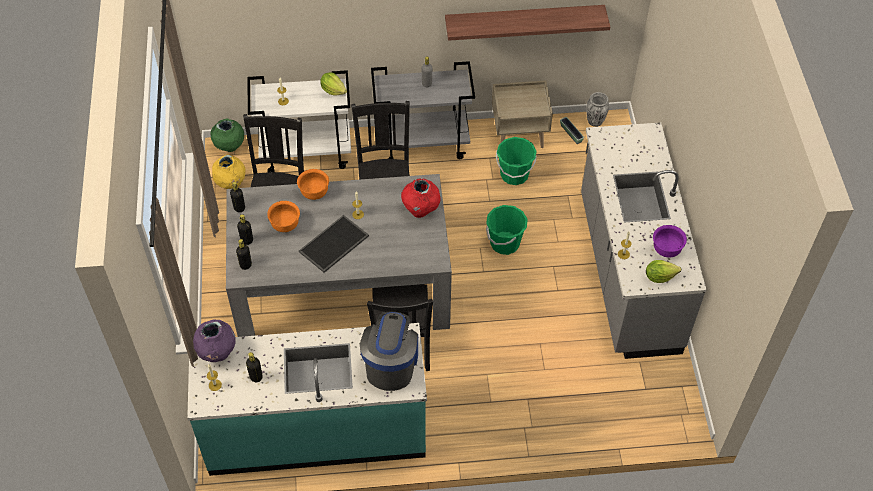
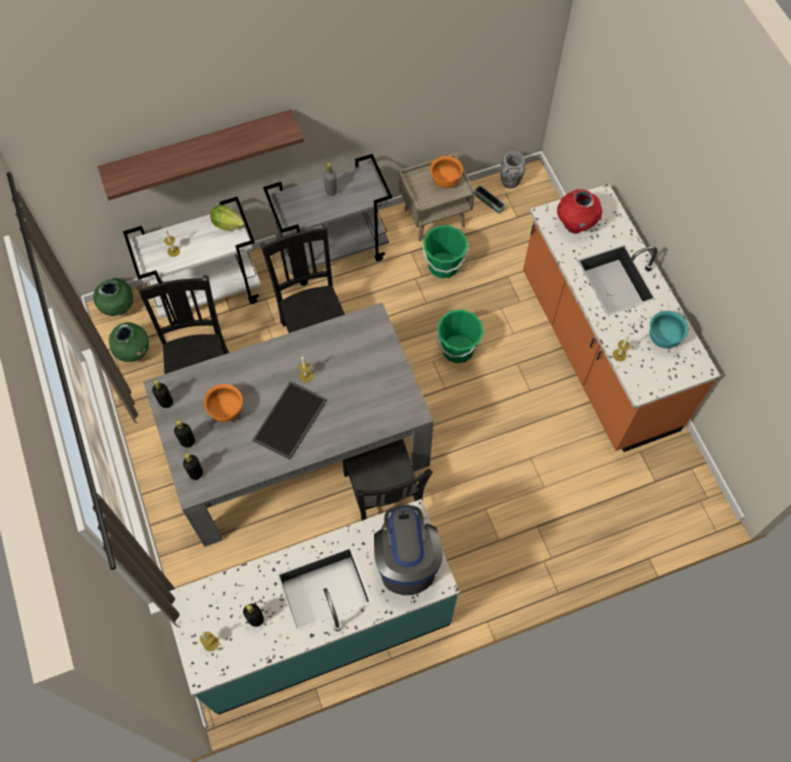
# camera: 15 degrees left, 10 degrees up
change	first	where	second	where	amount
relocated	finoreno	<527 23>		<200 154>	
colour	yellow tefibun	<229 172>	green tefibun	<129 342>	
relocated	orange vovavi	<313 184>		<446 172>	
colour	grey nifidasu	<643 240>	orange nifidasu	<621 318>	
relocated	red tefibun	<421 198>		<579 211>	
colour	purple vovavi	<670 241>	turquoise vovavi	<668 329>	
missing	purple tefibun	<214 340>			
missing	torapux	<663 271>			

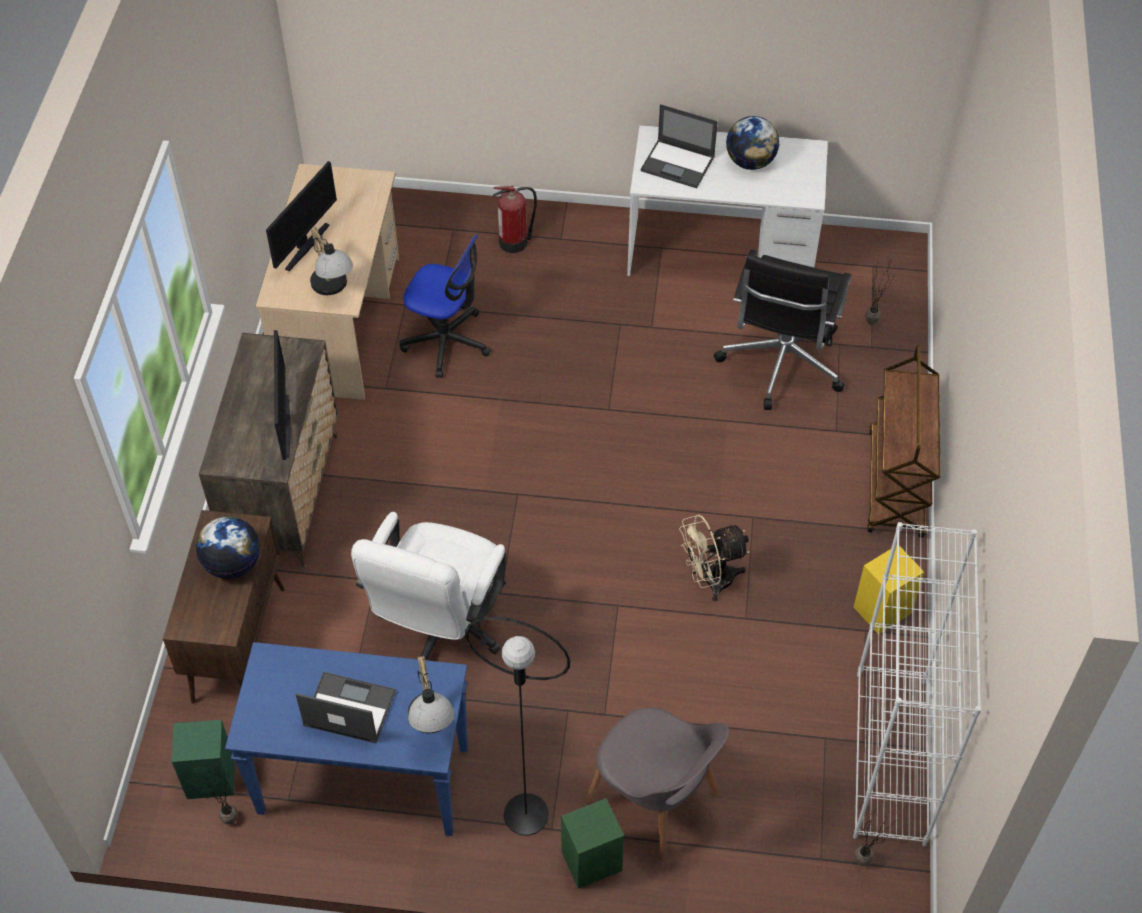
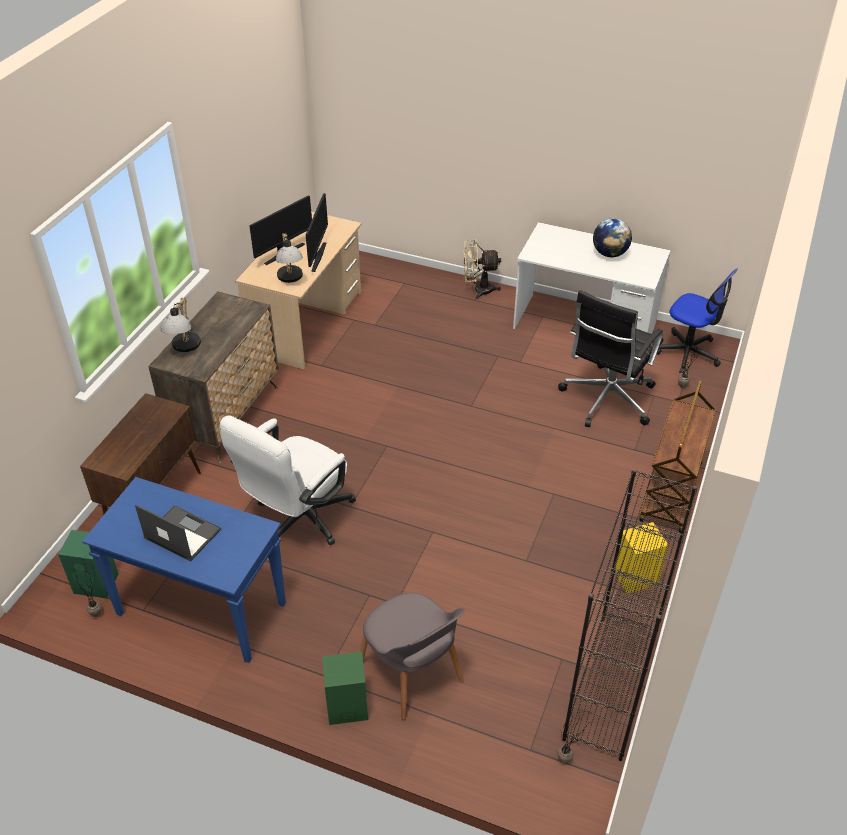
# camera: 15 degrees right, 10 degrees down
change	first	where	second	where	amount
relocated	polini	<431 695>		<181 325>	
relocated	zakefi	<282 395>		<317 232>	
relocated	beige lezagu	<714 557>		<482 269>	
colour	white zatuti	<917 684>	black zatuti	<630 615>	
relocated	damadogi	<445 306>		<697 321>	
missing	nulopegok	<228 547>			
missing	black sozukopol	<517 726>			
missing	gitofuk	<515 219>			
missing	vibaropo	<679 146>			

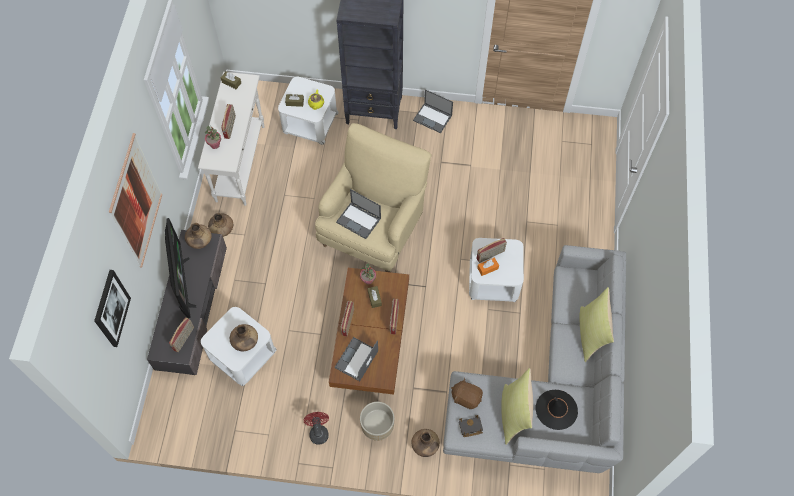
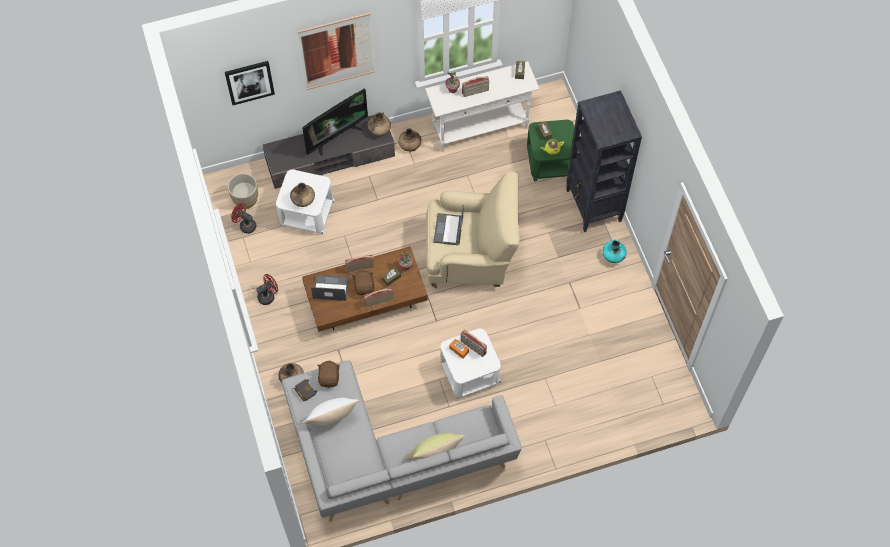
# camera: 65 degrees right, 0 degrees up
change	first	where	second	where	amount
relocated	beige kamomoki	<377 421>		<243 191>	
appeared			red lezagu	<243 218>	
colour	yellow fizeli	<517 406>	white fizeli	<330 412>	
appeared			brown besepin	<363 282>	
colour	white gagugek	<308 111>	green gagugek	<552 150>	
exchanged	vibaropo	<433 111>	turquoise tefibun	<615 251>	
missing	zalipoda	<181 334>			
missing	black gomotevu	<556 410>			

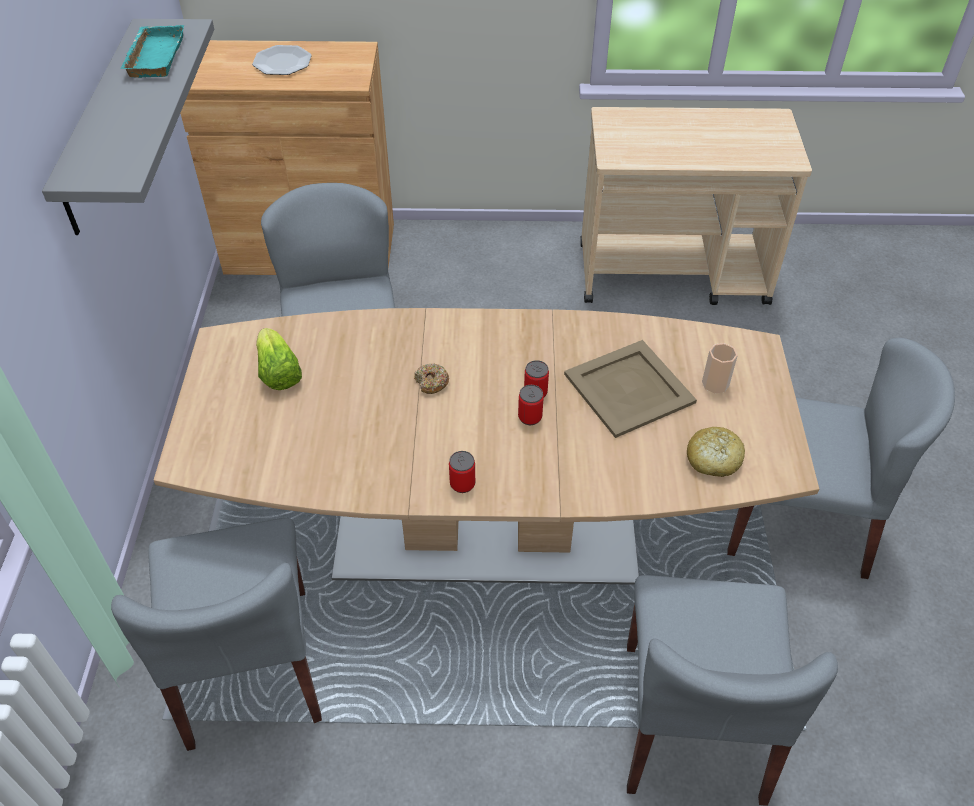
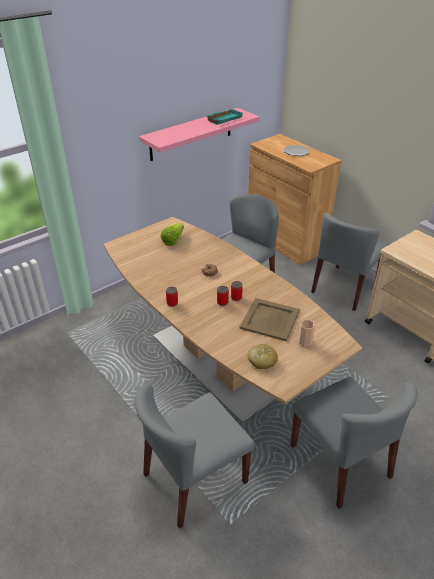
# camera: 50 degrees right, 10 degrees down
change	first	where	second	where	amount
colour	grey finoreno	<128 127>	pink finoreno	<199 134>	
relocated	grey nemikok	<216 634>		<350 262>	

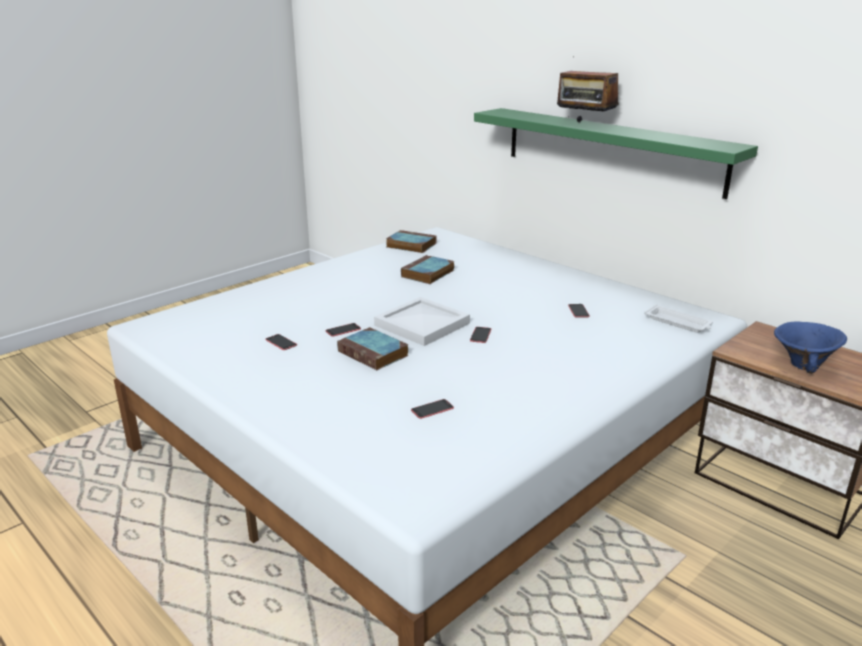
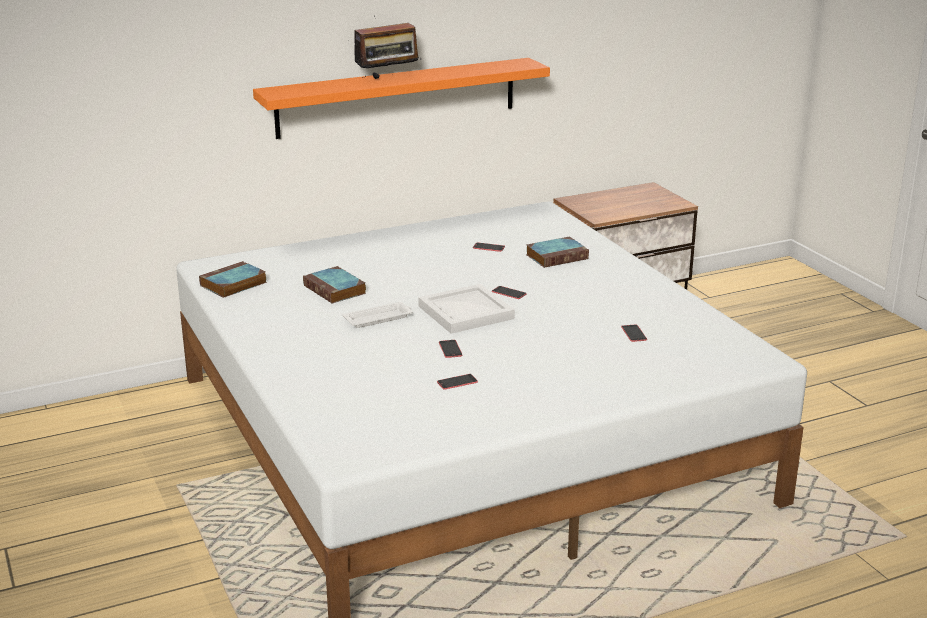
# camera: 70 degrees left, 0 degrees up
change	first	where	second	where	amount
colour	green finoreno	<616 153>	orange finoreno	<401 98>	
relocated	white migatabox	<678 318>		<377 315>	
relocated	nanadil	<373 348>		<557 252>	
missing	blue vovavi	<810 348>			

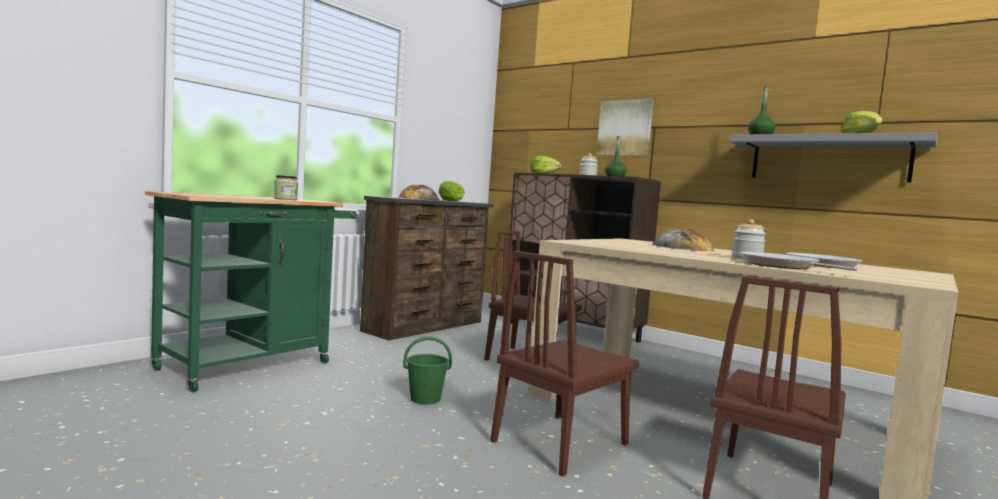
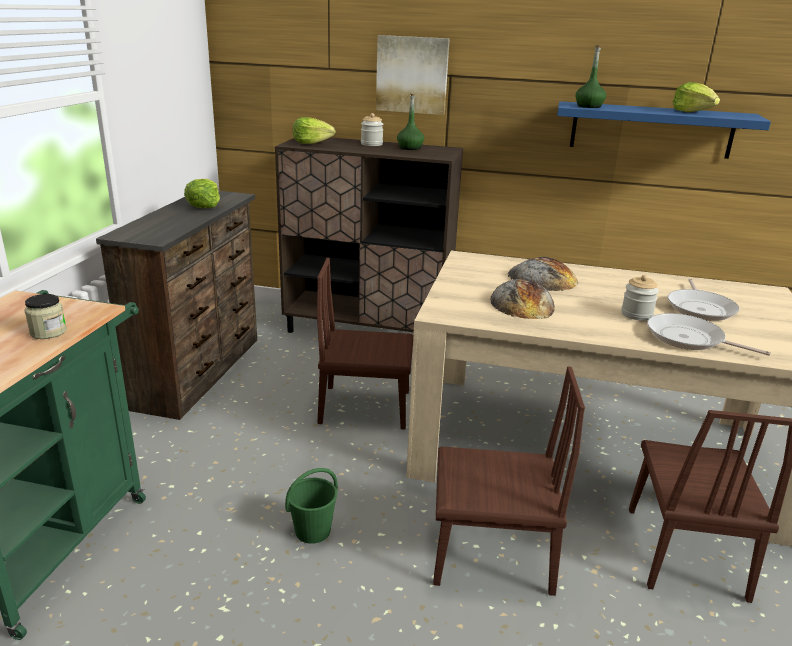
# camera: 25 degrees left, 20 degrees up
change	first	where	second	where	amount
spun	brown nemikok	<564 363>		<509 481>	105 degrees counterclockwise
relocated	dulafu	<418 192>		<522 299>	
colour	grey finoreno	<833 157>	blue finoreno	<664 130>	

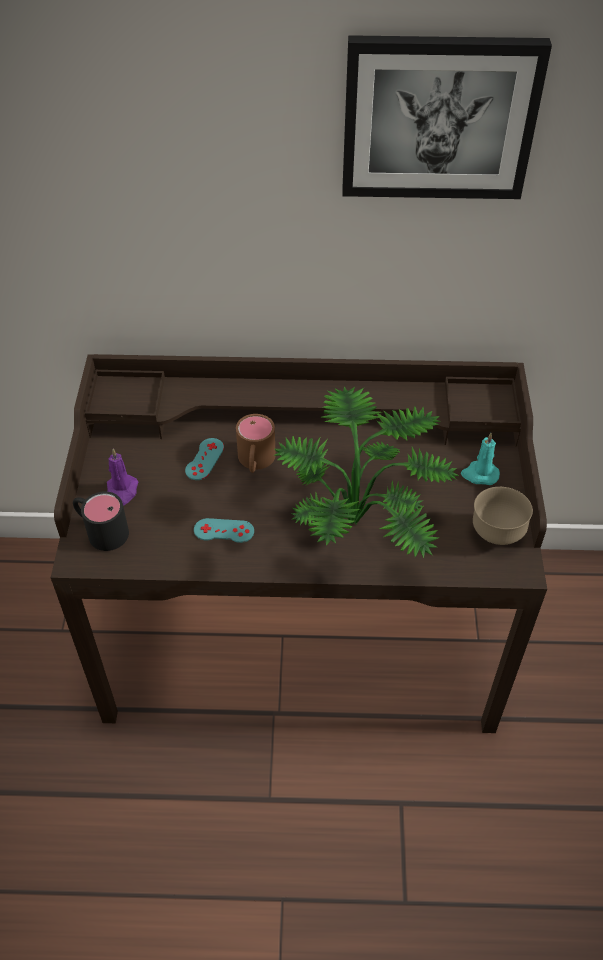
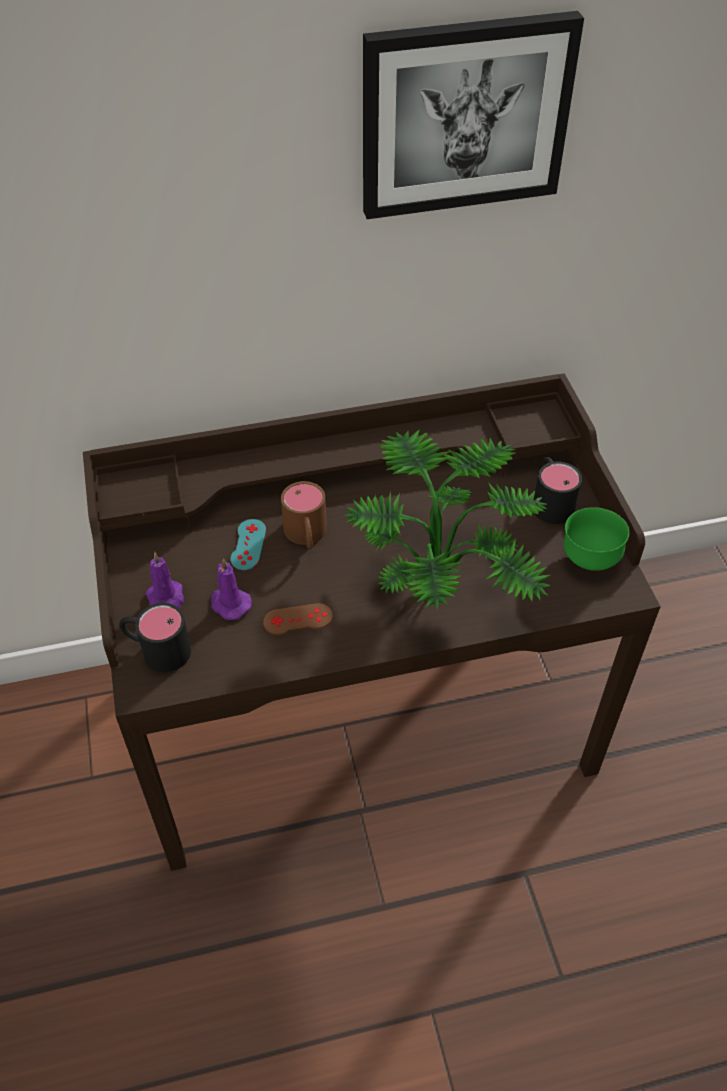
# camera: 15 degrees left, 0 degrees up
change	first	where	second	where	amount
appeared			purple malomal	<231 589>	
colour	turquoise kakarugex	<224 530>	brown kakarugex	<298 619>	
exchanged	turquoise malomal	<480 459>	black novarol	<558 490>	
colour	brown vovavi	<503 516>	green vovavi	<596 539>	

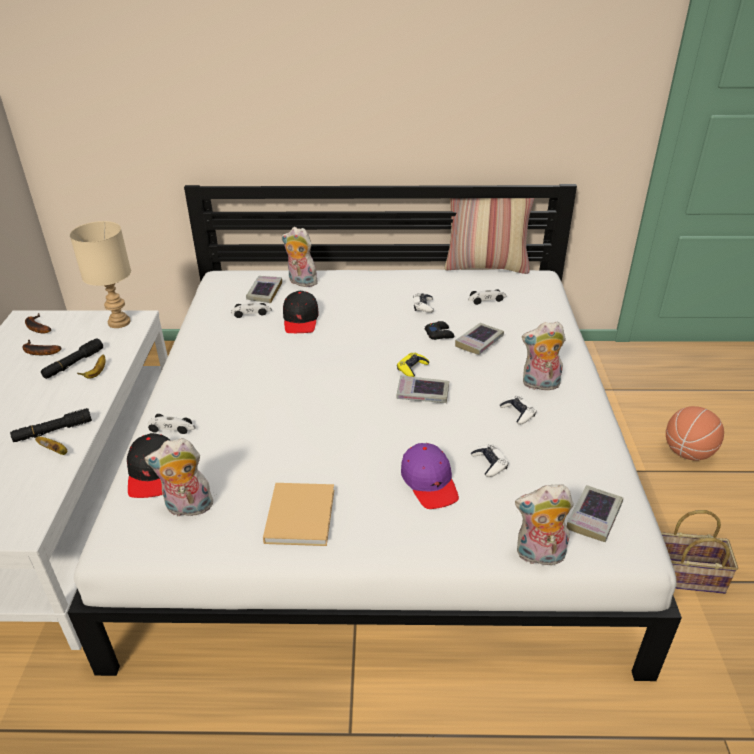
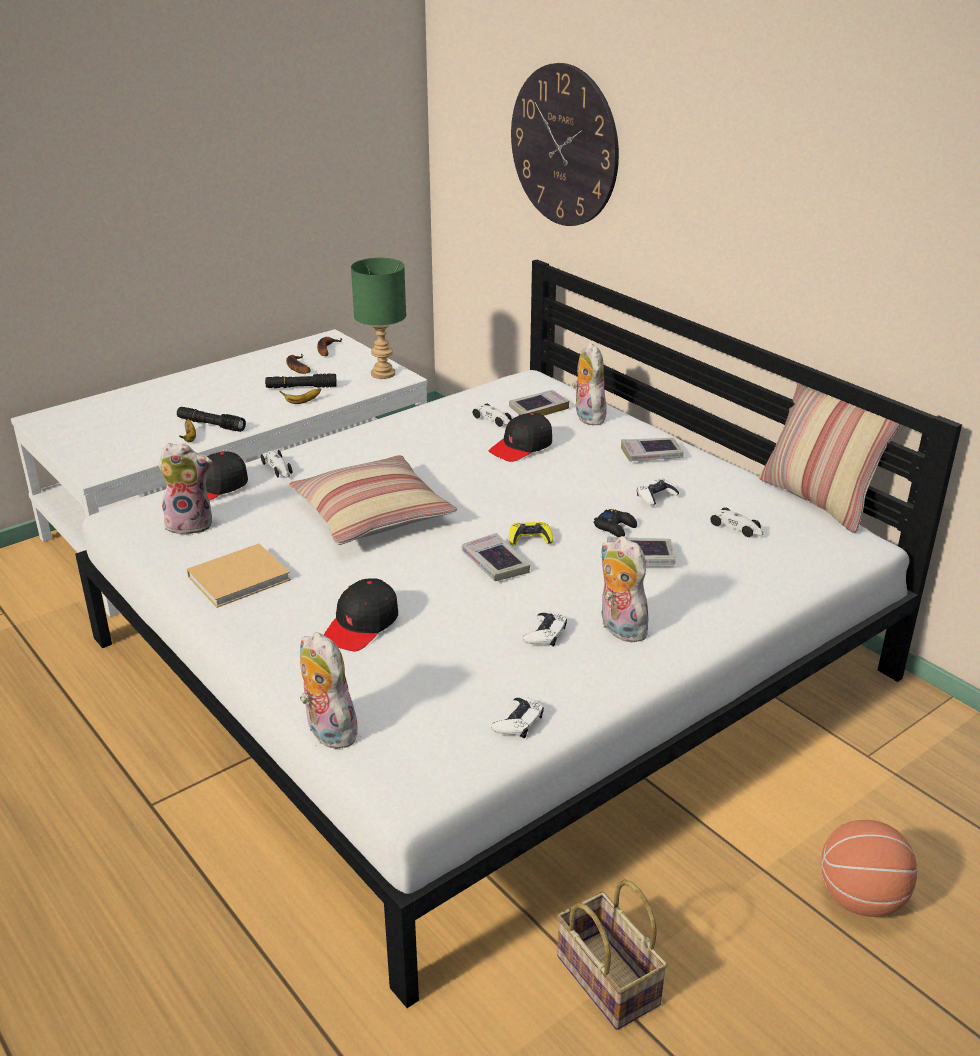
# camera: 50 degrees right, 5 degrees down
change	first	where	second	where	amount
spun	besepin	<179 477>		<185 489>	135 degrees clockwise
appeared			fizeli	<372 500>	
colour	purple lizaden	<430 476>	black lizaden	<361 614>	
colour	beige polini	<100 274>	green polini	<378 318>	
relocated	white kakarugex	<489 460>		<517 717>	
appeared			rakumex	<565 144>	
relocated	nanadil	<595 513>		<652 449>	

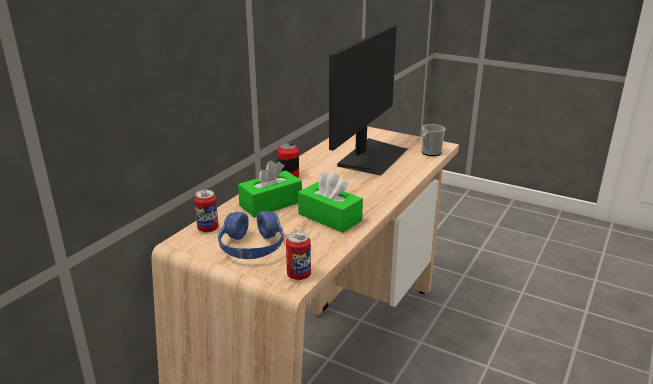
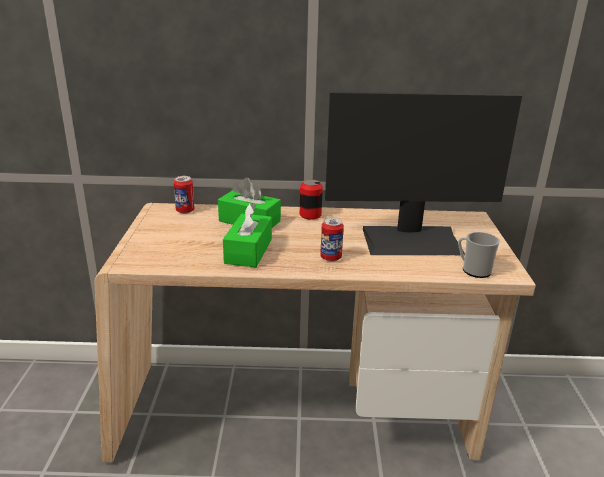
# camera: 60 degrees right, 0 degrees up
change	first	where	second	where	amount
relocated	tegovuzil	<298 255>		<332 239>	
missing	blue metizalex	<251 235>			

